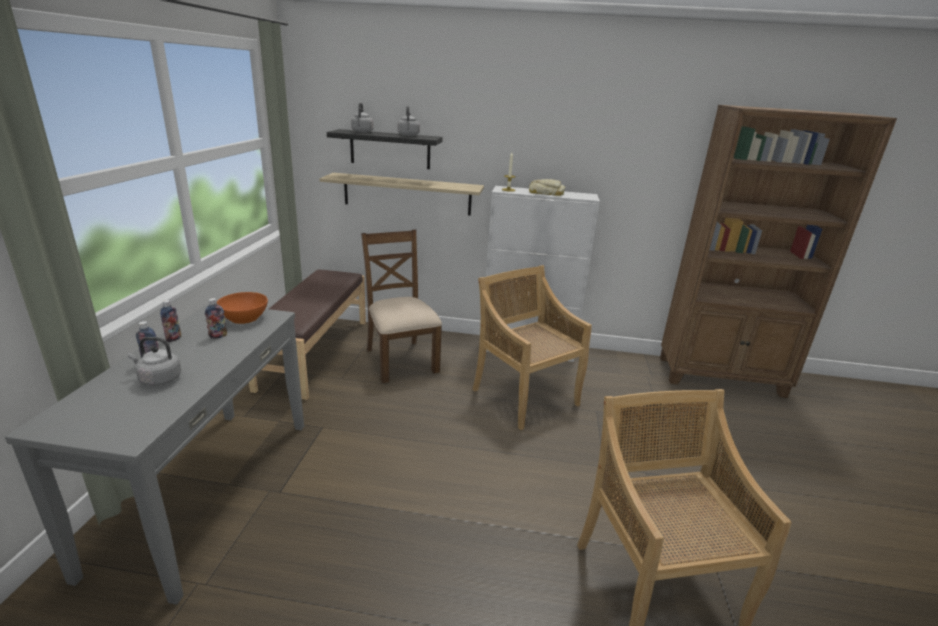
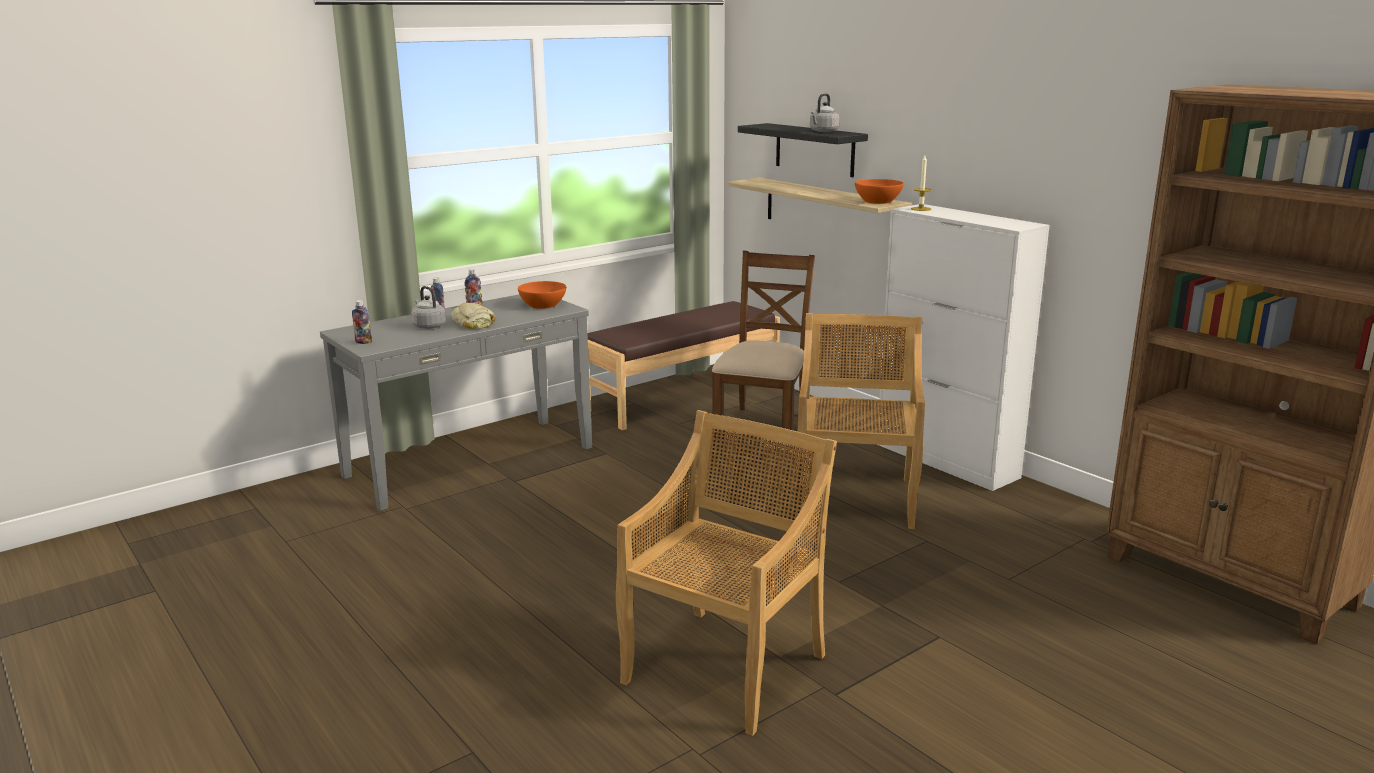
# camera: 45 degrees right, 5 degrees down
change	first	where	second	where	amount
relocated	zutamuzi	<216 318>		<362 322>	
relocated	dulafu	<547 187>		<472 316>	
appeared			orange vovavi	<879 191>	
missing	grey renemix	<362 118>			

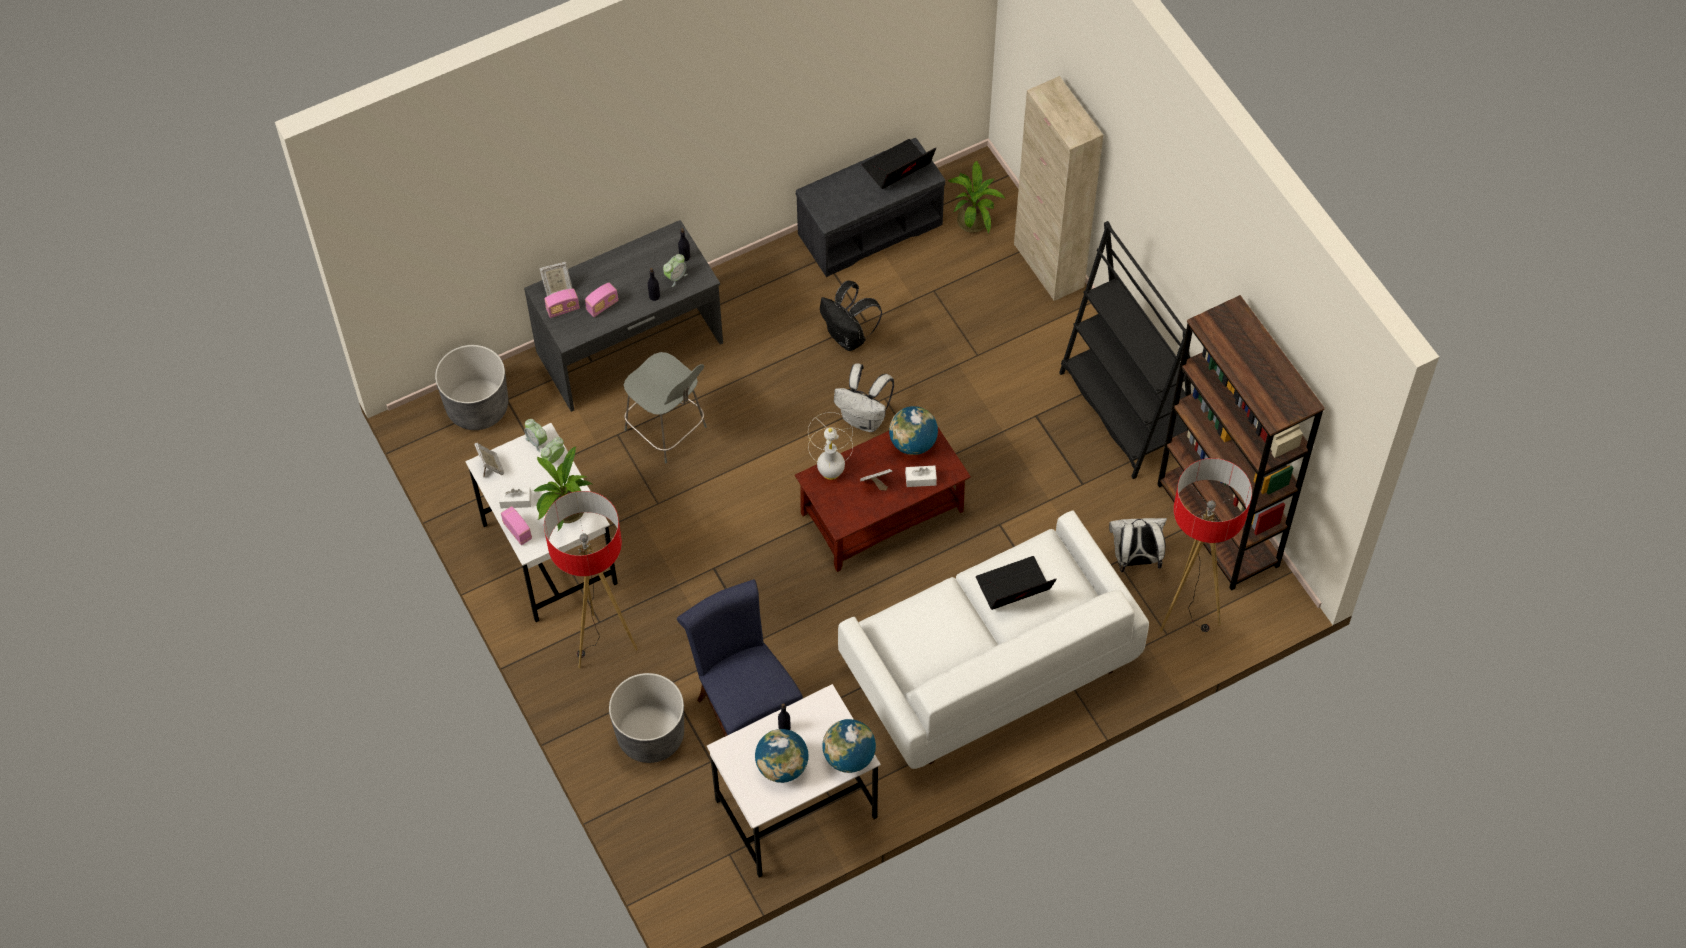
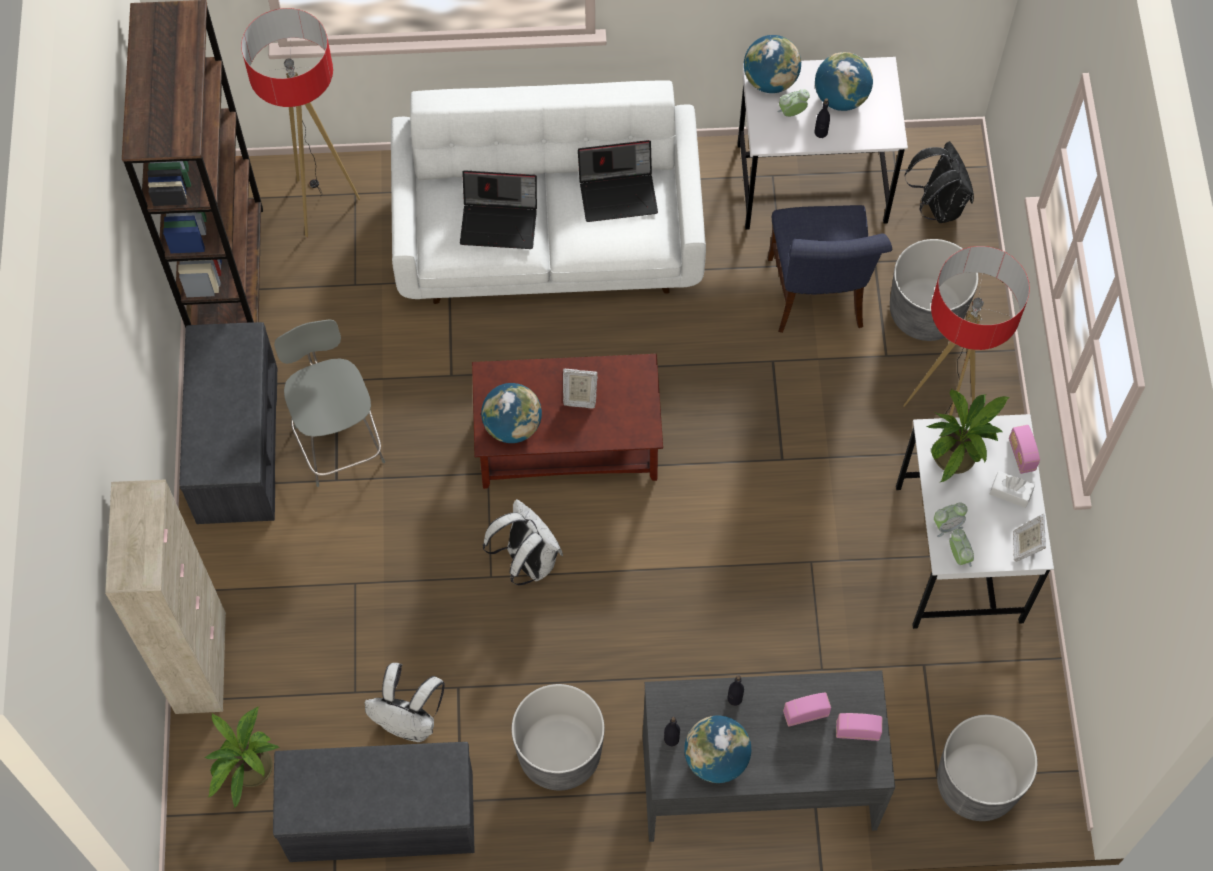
# camera: 155 degrees left, 5 degrees up
change	first	where	second	where	amount
exchanged	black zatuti	<1125 350>	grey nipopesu	<229 423>	
relocated	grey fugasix	<665 408>		<329 403>	
relocated	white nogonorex	<1138 545>		<404 702>	
appeared			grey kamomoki	<558 737>	
relocated	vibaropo	<899 164>		<618 181>	
appeared			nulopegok	<717 749>	
relocated	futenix	<675 270>		<793 103>	
relocated	black nogonorex	<851 316>		<939 182>	
missing	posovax	<555 279>			
missing	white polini	<830 446>			
missing	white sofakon	<921 476>			

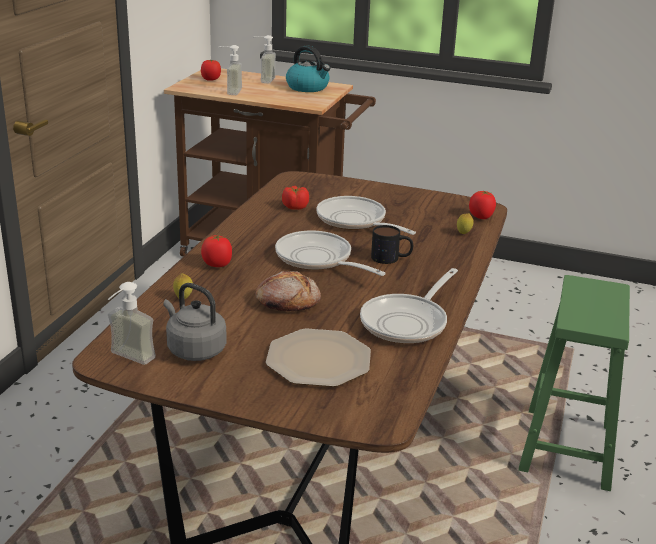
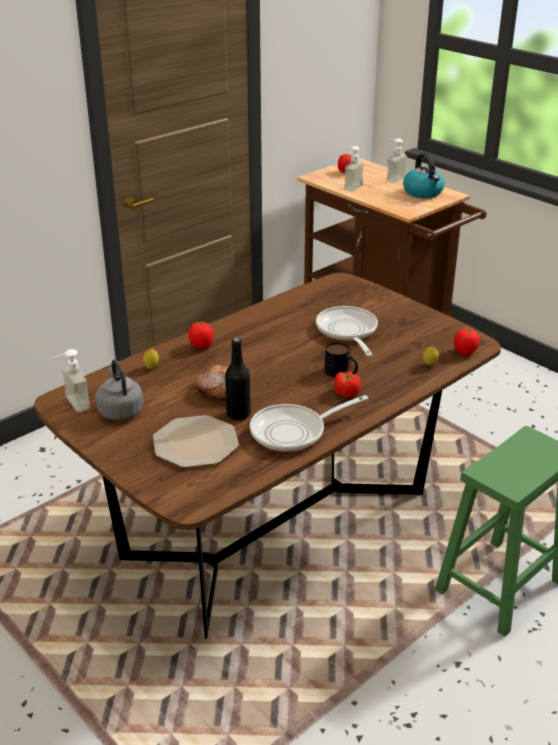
# camera: 30 degrees right, 5 degrees up
change	first	where	second	where	amount
appeared			black zutamuzi	<238 379>	
relocated	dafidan	<295 198>		<347 384>	
missing	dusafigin	<330 253>			

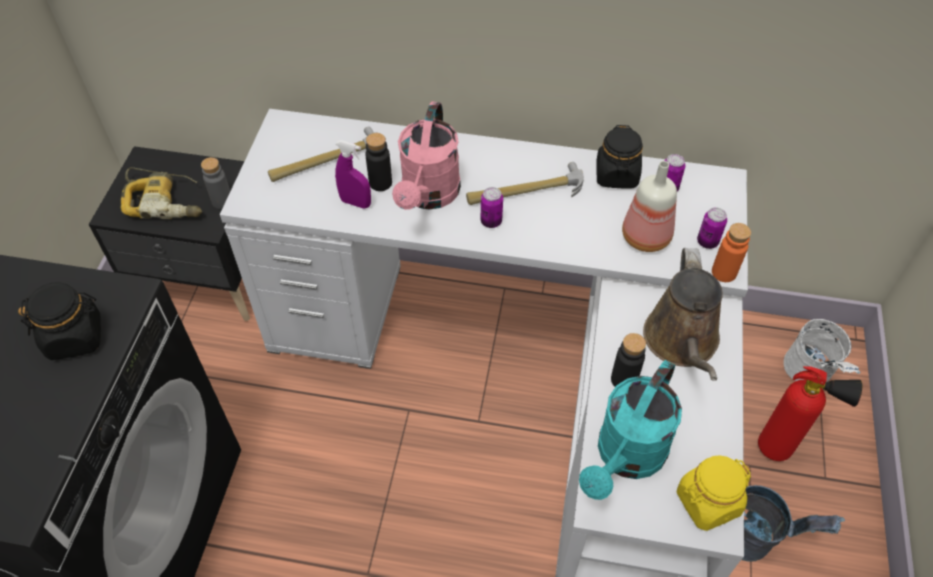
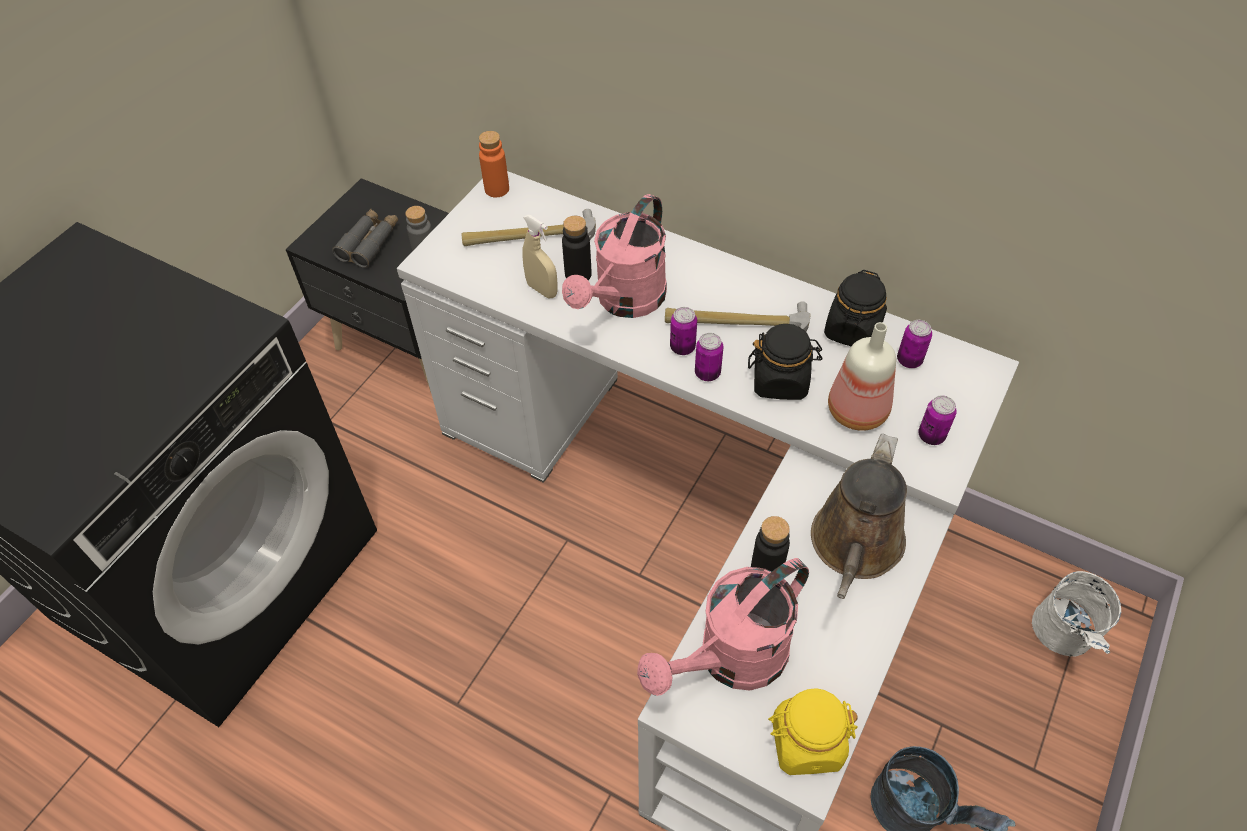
# camera: 20 degrees right, 0 degrees up
change	first	where	second	where	amount
exchanged	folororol	<161 193>	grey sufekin	<365 238>	
relocated	orange zutamuzi	<731 252>		<494 164>	
colour	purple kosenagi	<353 174>	beige kosenagi	<540 256>	
colour	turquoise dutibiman	<630 430>	pink dutibiman	<723 627>	
appeared			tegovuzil	<709 357>	
relocated	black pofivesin	<59 321>		<785 362>	
missing	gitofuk	<810 413>			

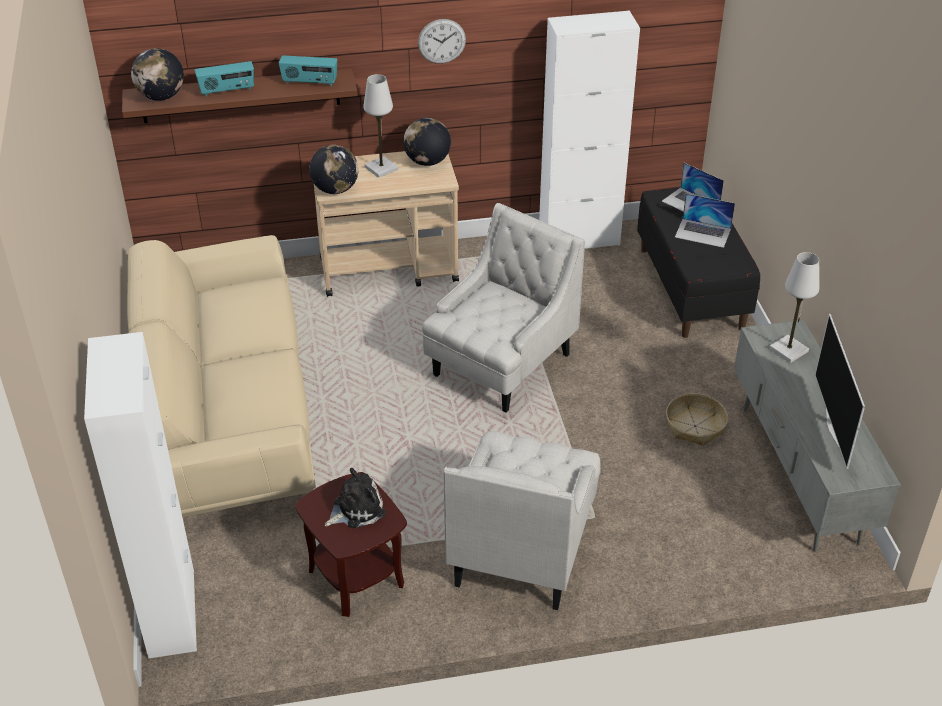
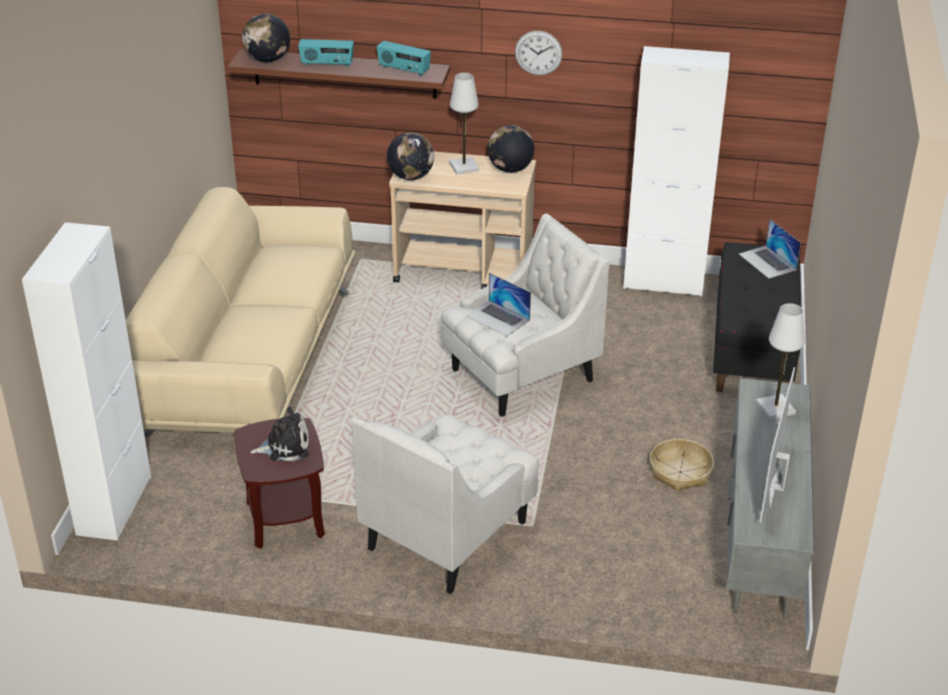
# camera: 20 degrees right, 5 degrees down
change	first	where	second	where	amount
relocated	vibaropo	<705 220>		<498 304>	

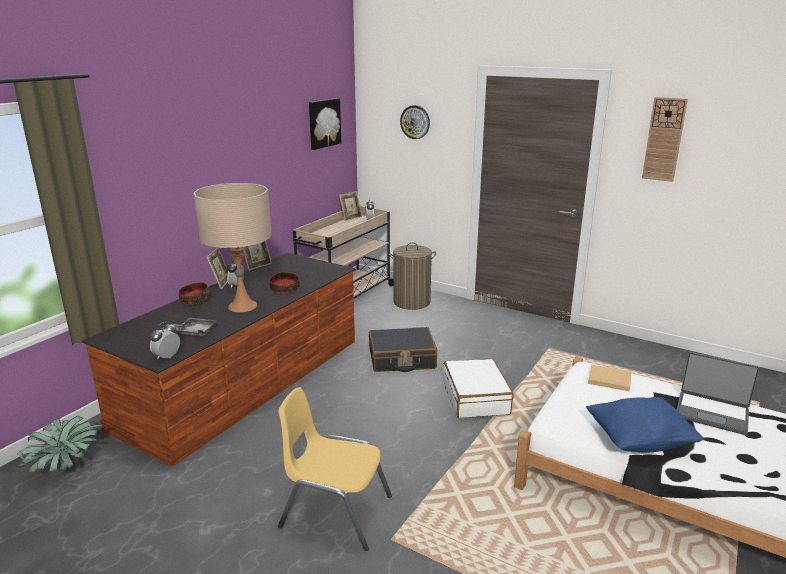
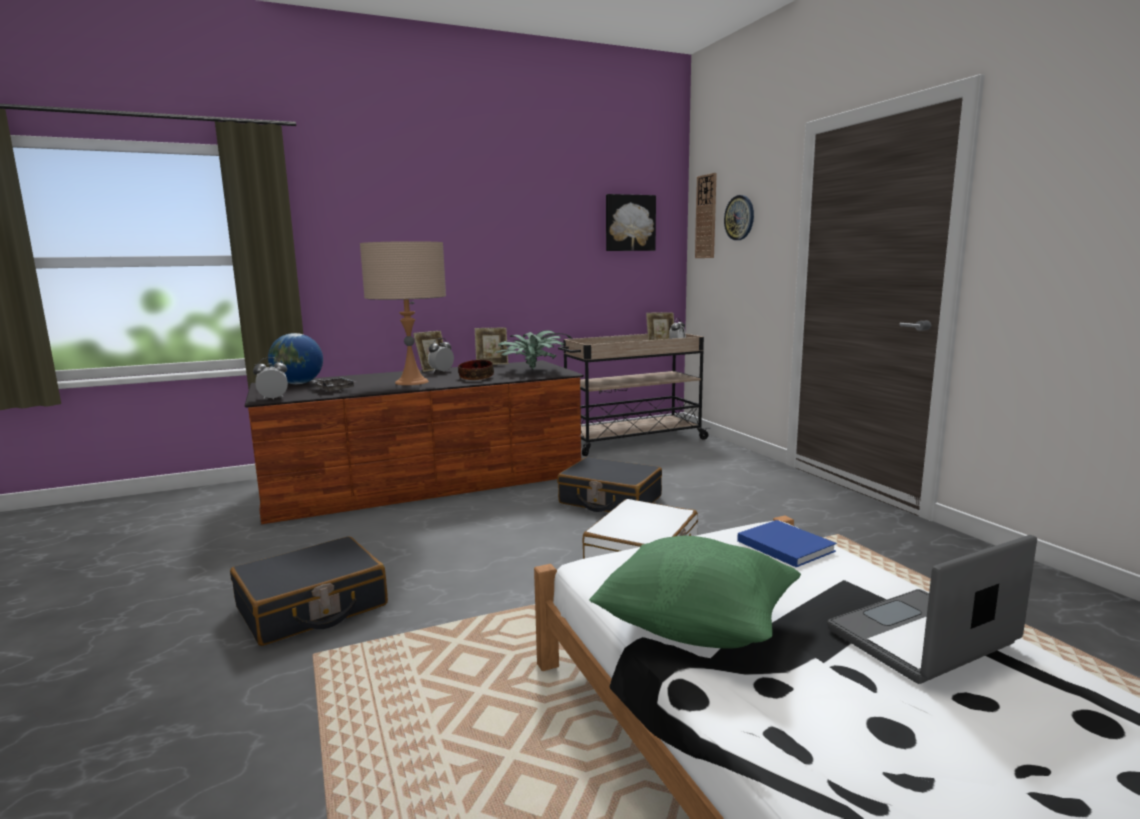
# camera: 35 degrees right, 10 degrees down
change	first	where	second	where	amount
exchanged	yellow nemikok	<335 469>	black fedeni	<309 591>	
appeared			nulopegok	<295 358>	
relocated	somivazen	<62 444>		<534 349>	
colour	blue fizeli	<645 425>	green fizeli	<695 592>	
relocated	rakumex	<665 139>		<706 215>	
colour	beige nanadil	<610 378>	blue nanadil	<787 543>	
spun	vibaropo	<718 393>		<932 609>	90 degrees clockwise
missing	vovavi	<194 293>			
missing	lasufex	<412 276>			

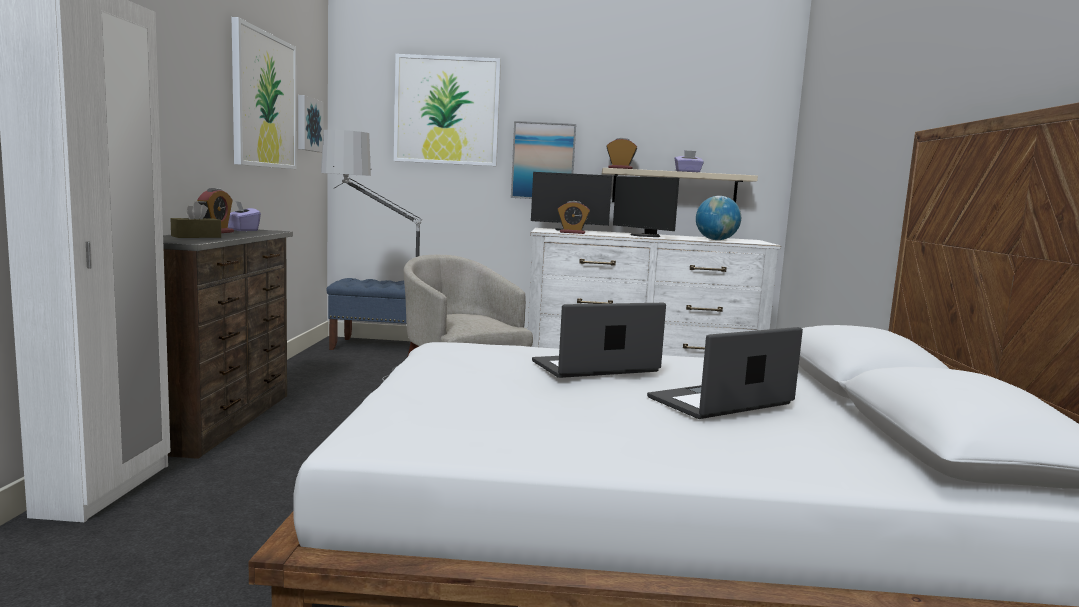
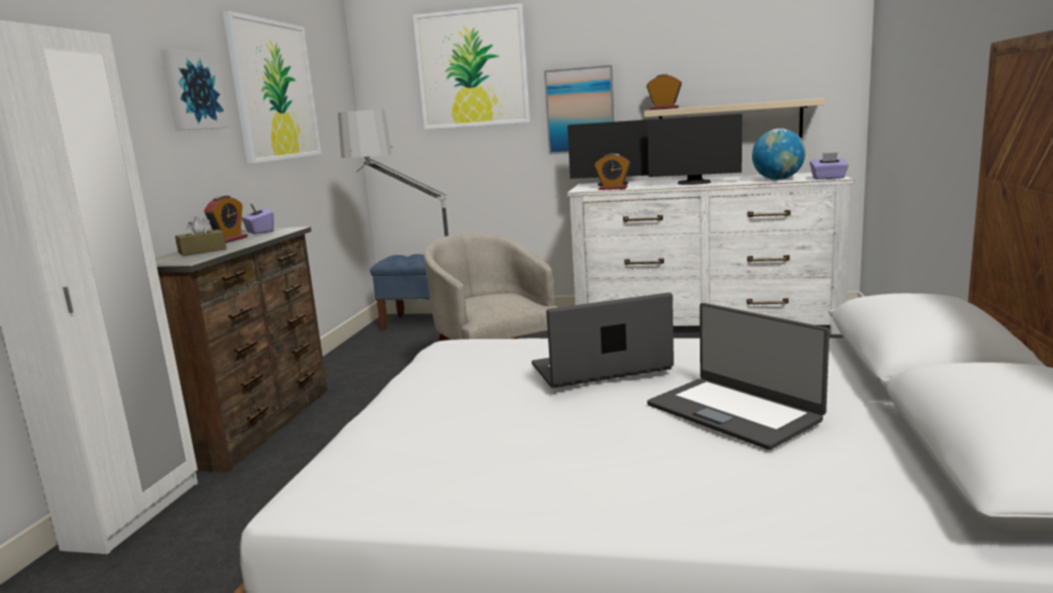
# camera: 10 degrees right, 5 degrees up
change	first	where	second	where	amount
relocated	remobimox	<311 123>		<195 89>	
spun	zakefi	<646 206>		<694 149>	45 degrees counterclockwise
spun	vibaropo	<725 373>		<738 376>	105 degrees counterclockwise
relocated	purple sofakon	<689 161>		<829 166>	

